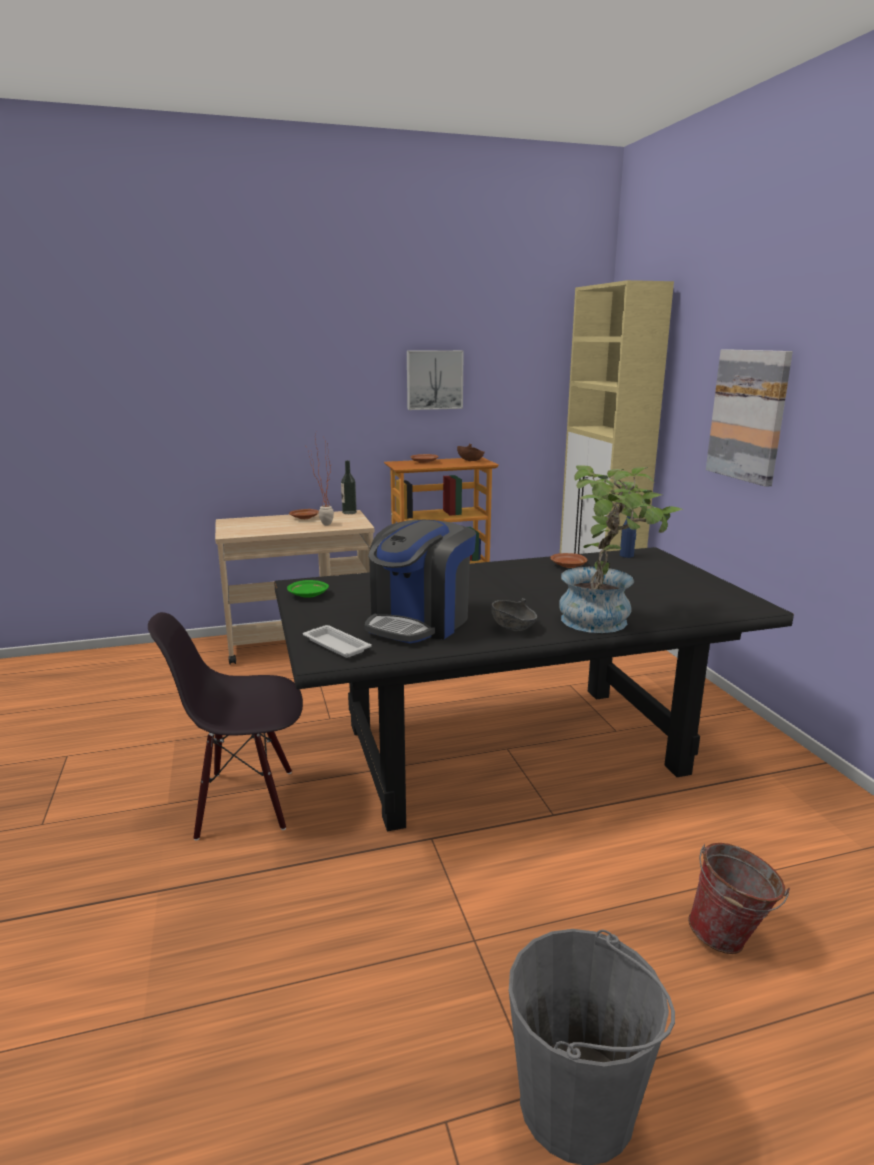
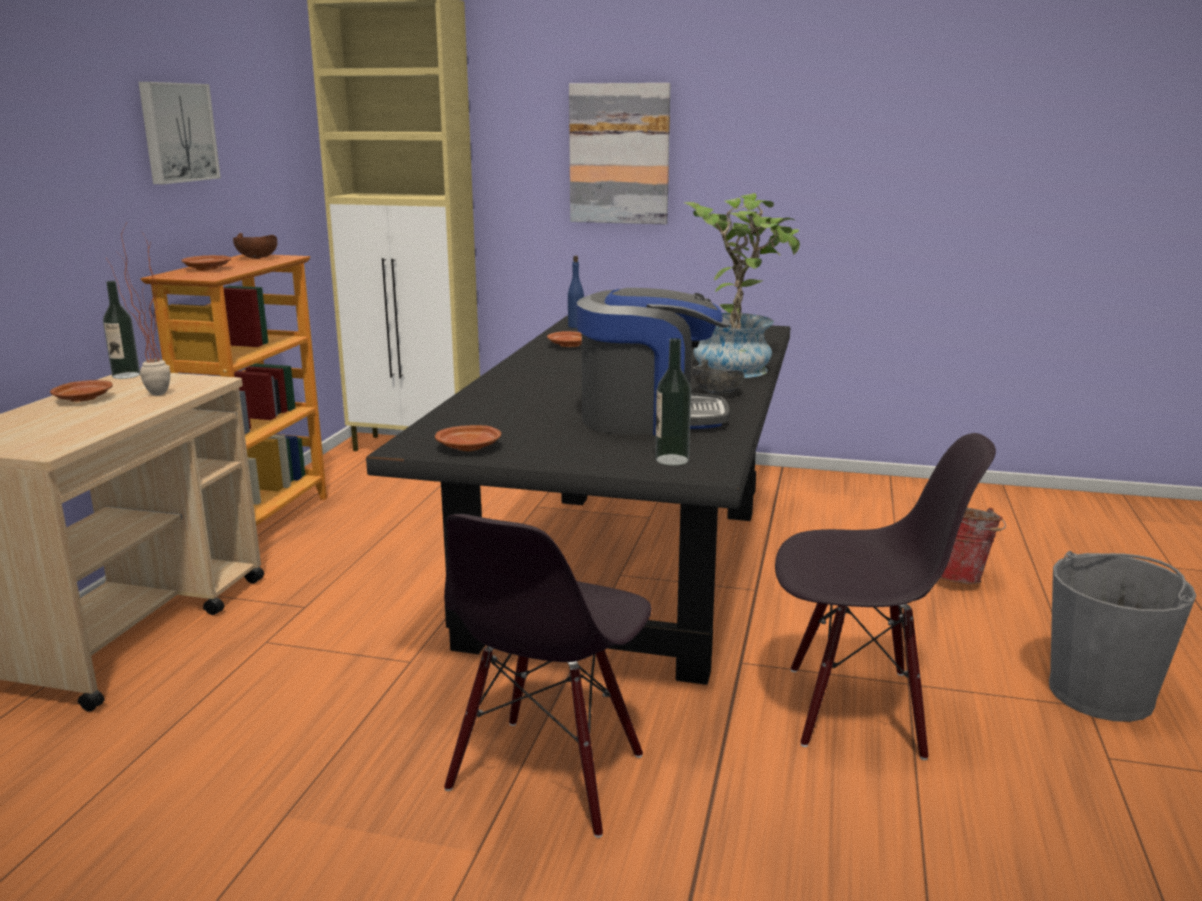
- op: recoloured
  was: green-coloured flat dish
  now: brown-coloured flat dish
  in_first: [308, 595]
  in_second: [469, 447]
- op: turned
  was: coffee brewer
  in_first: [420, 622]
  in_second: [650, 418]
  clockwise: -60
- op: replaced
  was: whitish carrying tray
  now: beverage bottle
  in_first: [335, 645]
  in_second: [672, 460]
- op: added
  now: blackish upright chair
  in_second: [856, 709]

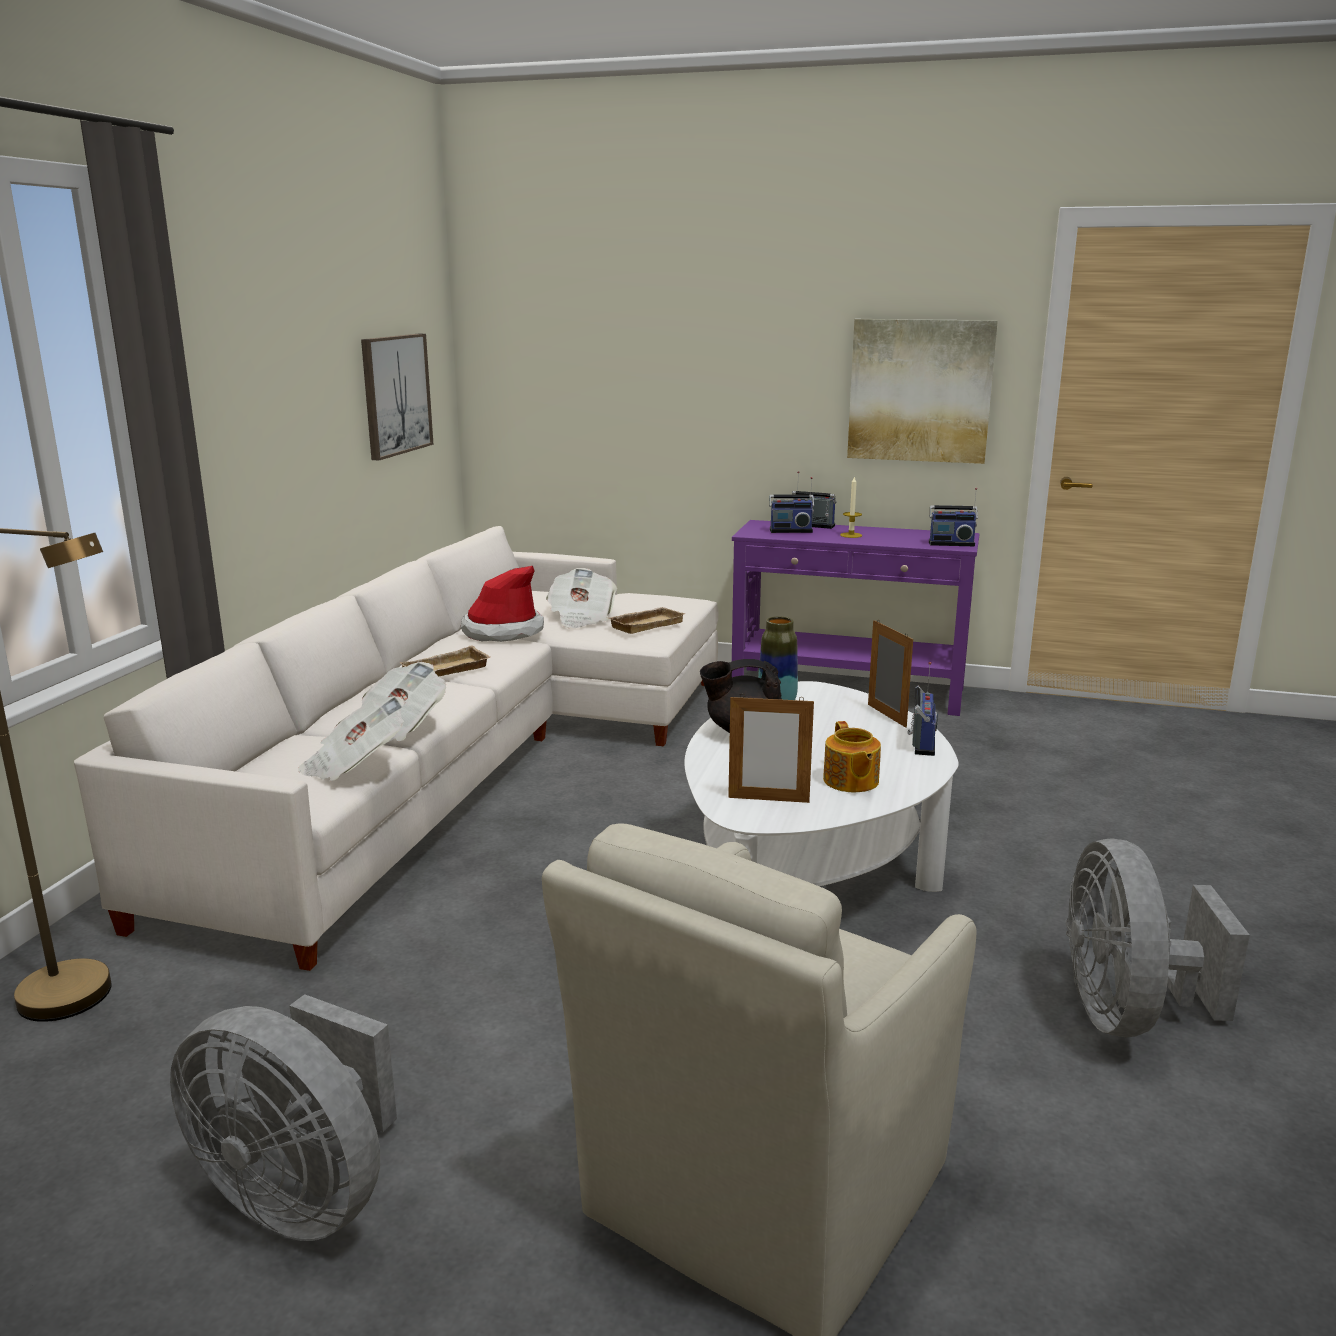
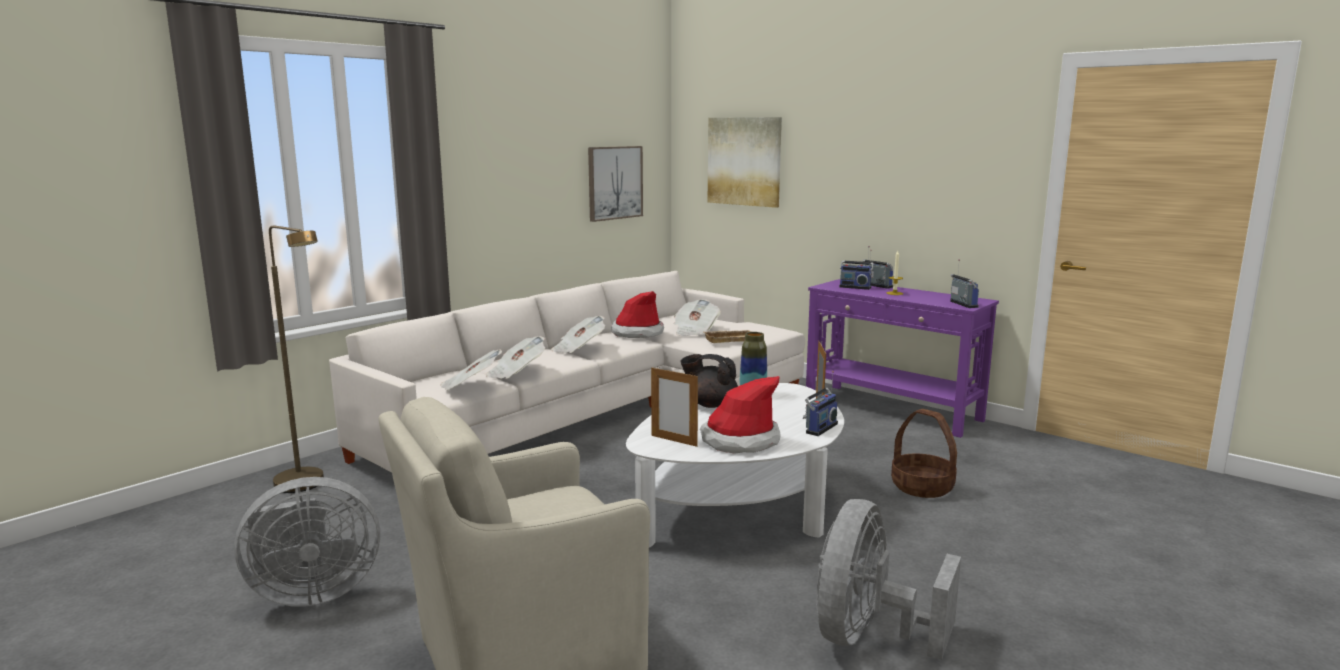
- op: turned
  was: gray cooling fan
  in_first: [303, 1195]
  in_second: [311, 593]
  clockwise: -75
- op: replaced
  was: beige carrying tray
  now: printed paper
  in_first: [445, 671]
  in_second: [578, 349]
- op: replaced
  was: teapot
  now: hat
  in_first: [850, 781]
  in_second: [740, 440]
- op: moved
  was: picture
  in_first: [920, 390]
  in_second: [744, 161]
- op: added
  now: basket
  in_second: [921, 487]
- op: turned
  was: radio receiver
  in_first: [951, 543]
  in_second: [962, 304]
  clockwise: -135

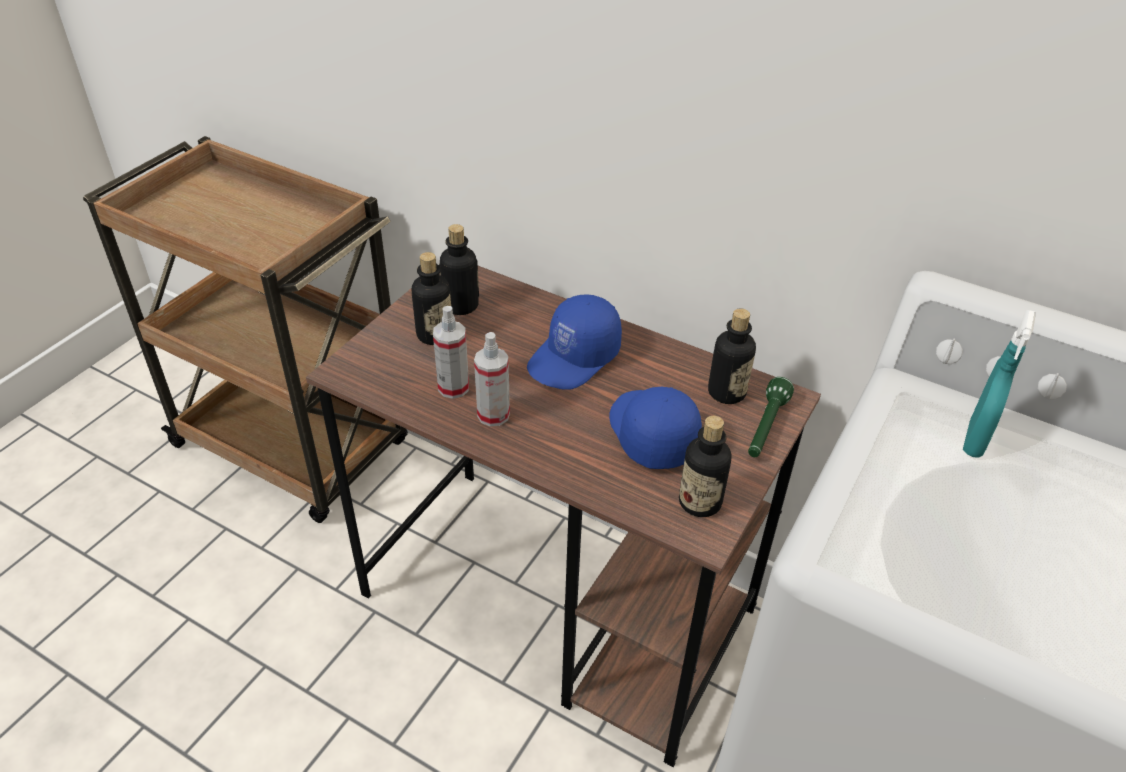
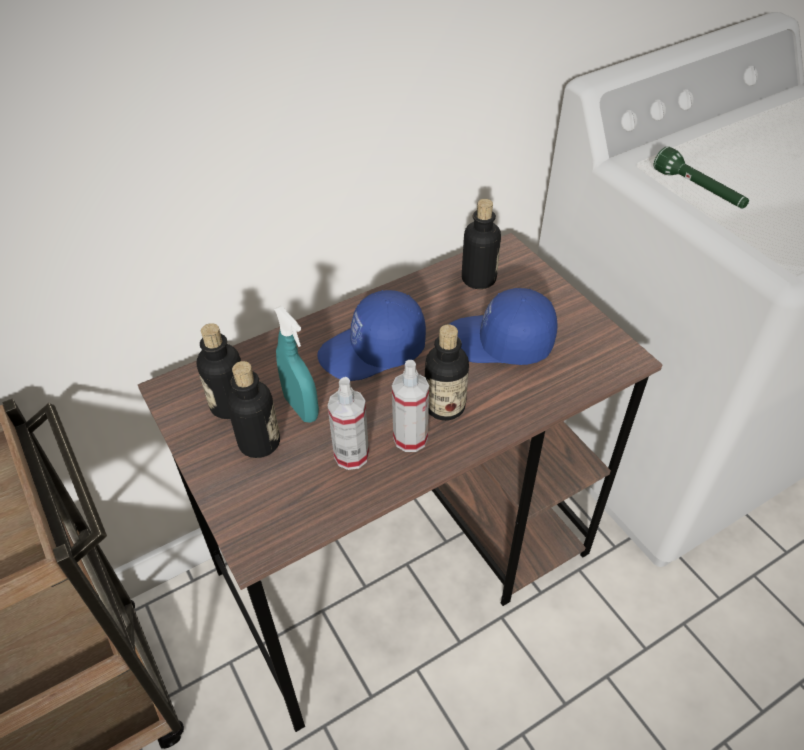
- op: moved
  was: turquoise hand sprayer
  in_first: [975, 440]
  in_second: [301, 408]
- op: turned
  was: bluish baseball cap
  in_first: [575, 358]
  in_second: [373, 351]
  clockwise: 90
- op: moved
  was: beverage bottle
  in_first: [700, 502]
  in_second: [444, 406]
- op: moved
  was: green-coloured hand torch
  in_first: [765, 428]
  in_second: [698, 191]

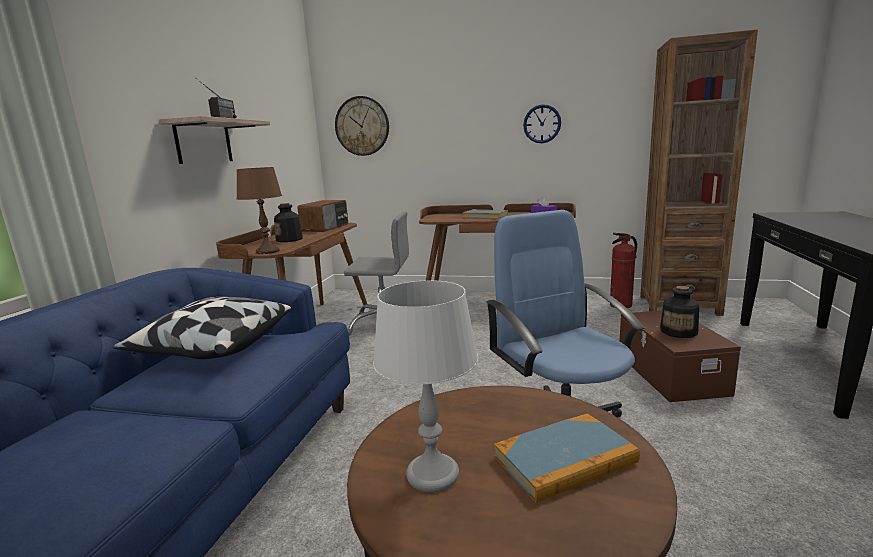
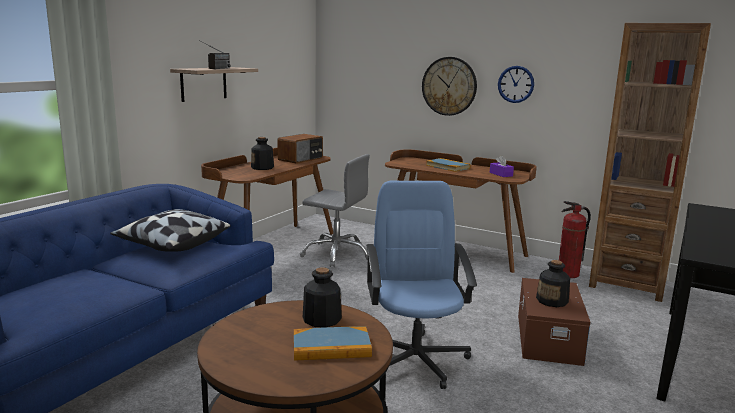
- op: added
  now: beverage bottle
  in_second: [321, 319]
- op: moved
  was: clock on the wall
  in_first: [362, 126]
  in_second: [449, 86]
- op: removed
  was: brown-coloured tabletop lamp
  in_first: [268, 251]
- op: removed
  was: gray tabletop lamp
  in_first: [432, 475]

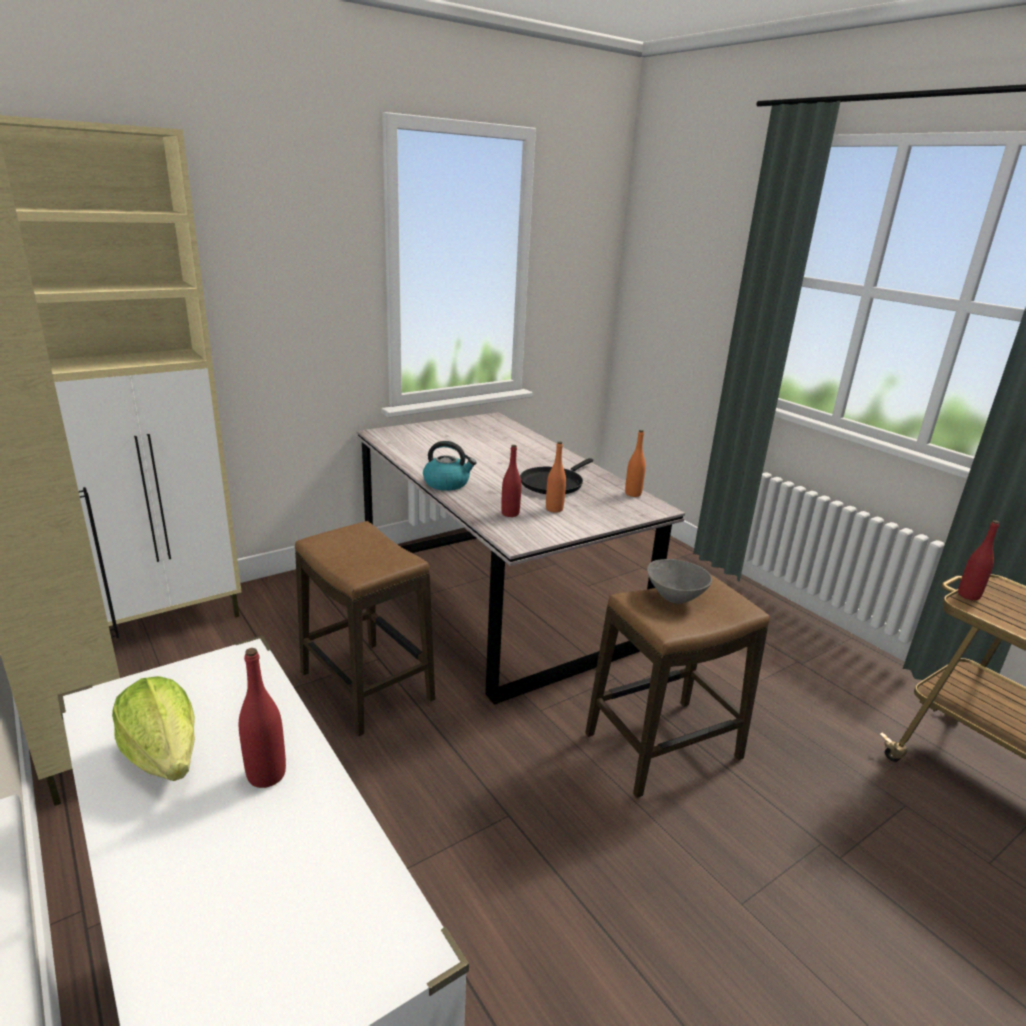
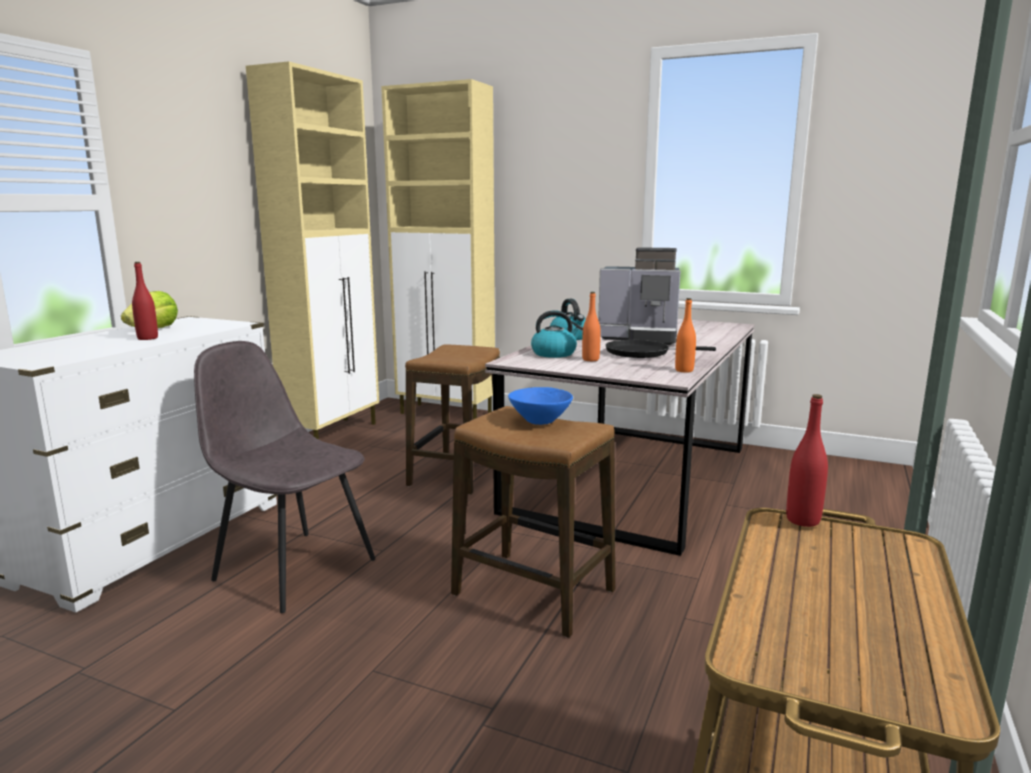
- op: added
  now: gray upright chair
  in_second: [292, 568]
- op: recoloured
  was: gray serving bowl
  now: bluish serving bowl
  in_first: [675, 596]
  in_second: [541, 421]
- op: replaced
  was: reddish beverage bottle
  now: water kettle
  in_first: [510, 513]
  in_second: [554, 353]
- op: added
  now: coffee brewer
  in_second: [641, 338]

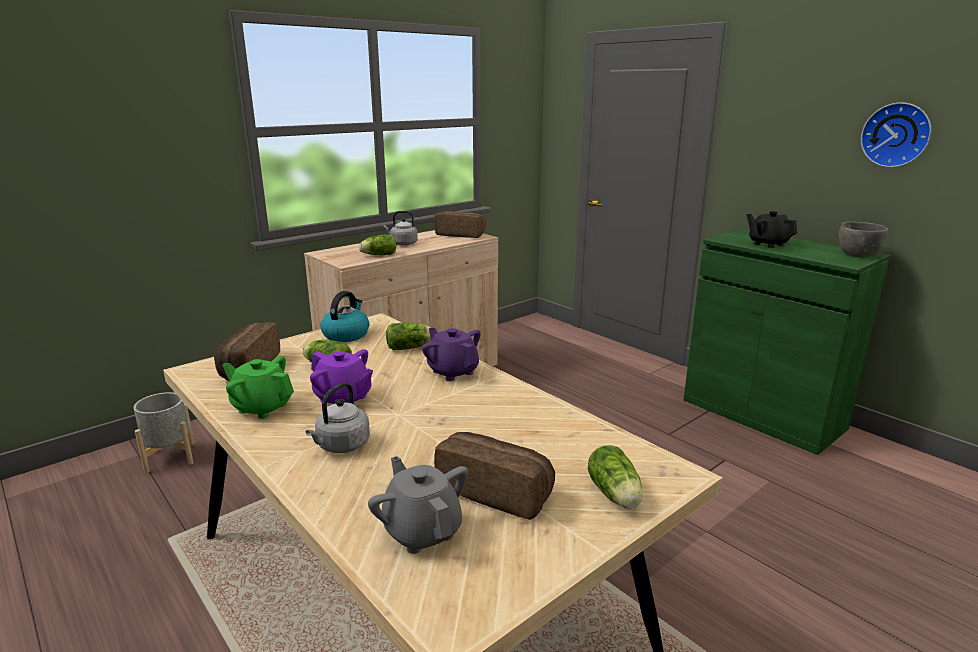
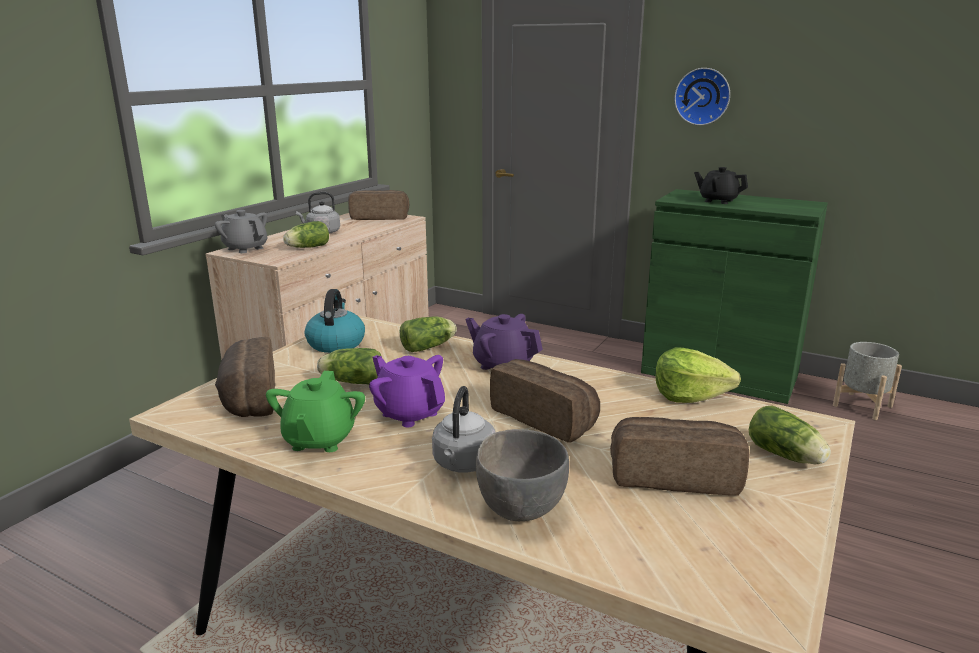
- op: moved
  was: gray teapot
  in_first: [422, 531]
  in_second: [245, 248]
- op: turned
  was: green-coloured teapot
  in_first: [262, 407]
  in_second: [319, 440]
  clockwise: -90
- op: turned
  was: purple-coloured teapot
  in_first: [343, 398]
  in_second: [409, 413]
  clockwise: -150
- op: moved
  was: gray serving bowl
  in_first: [857, 255]
  in_second: [521, 507]
- op: added
  now: baked bread
  in_second: [546, 418]
- op: added
  now: lettuce
  in_second: [689, 396]
- op: moved
  was: clock on the wall
  in_first: [896, 135]
  in_second: [703, 96]
- op: moved
  was: gray planter
  in_first: [169, 457]
  in_second: [862, 406]

